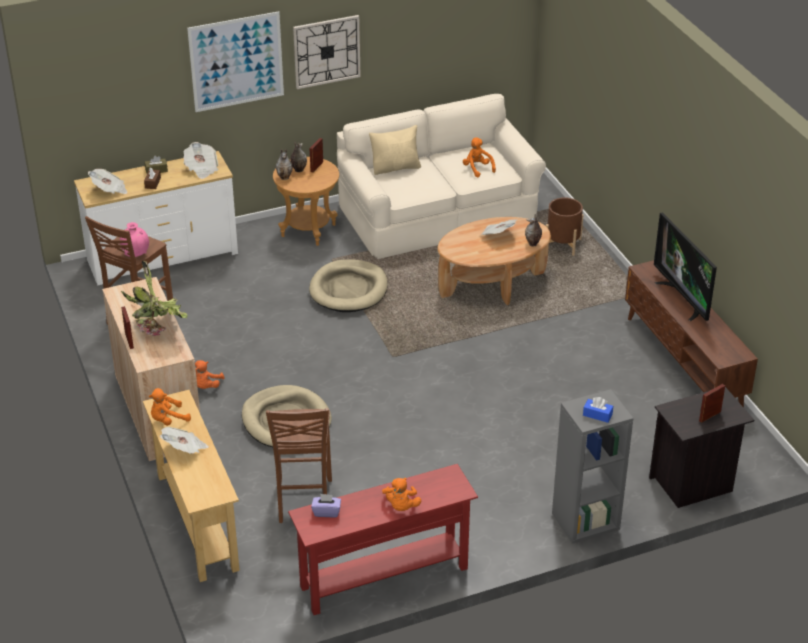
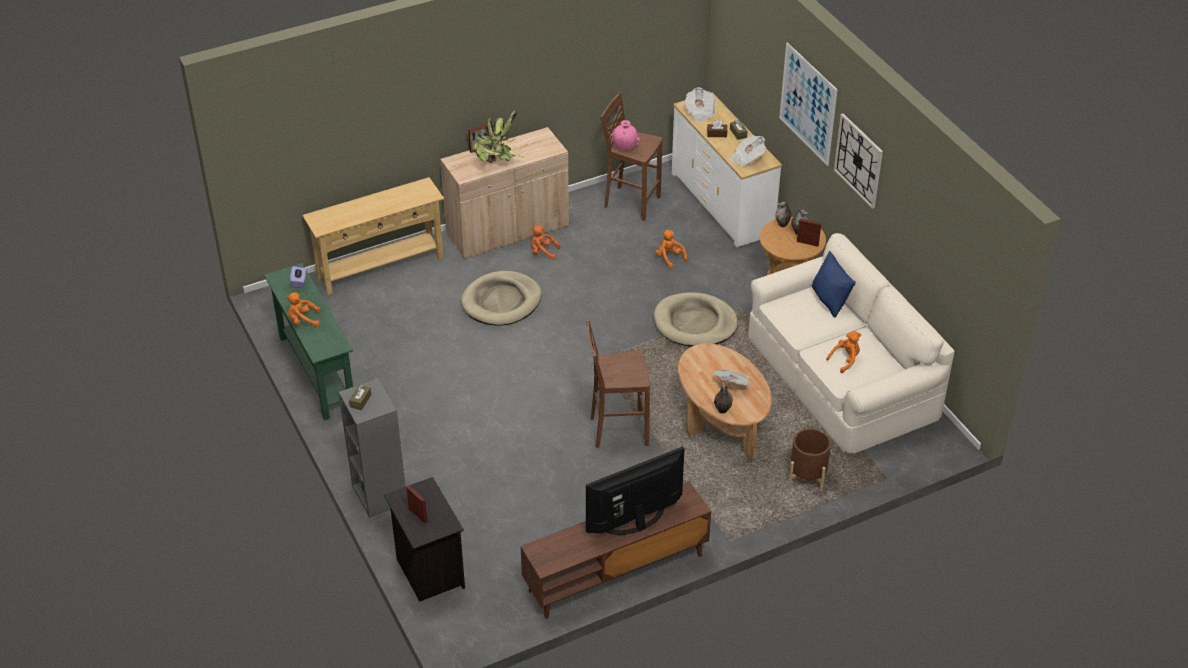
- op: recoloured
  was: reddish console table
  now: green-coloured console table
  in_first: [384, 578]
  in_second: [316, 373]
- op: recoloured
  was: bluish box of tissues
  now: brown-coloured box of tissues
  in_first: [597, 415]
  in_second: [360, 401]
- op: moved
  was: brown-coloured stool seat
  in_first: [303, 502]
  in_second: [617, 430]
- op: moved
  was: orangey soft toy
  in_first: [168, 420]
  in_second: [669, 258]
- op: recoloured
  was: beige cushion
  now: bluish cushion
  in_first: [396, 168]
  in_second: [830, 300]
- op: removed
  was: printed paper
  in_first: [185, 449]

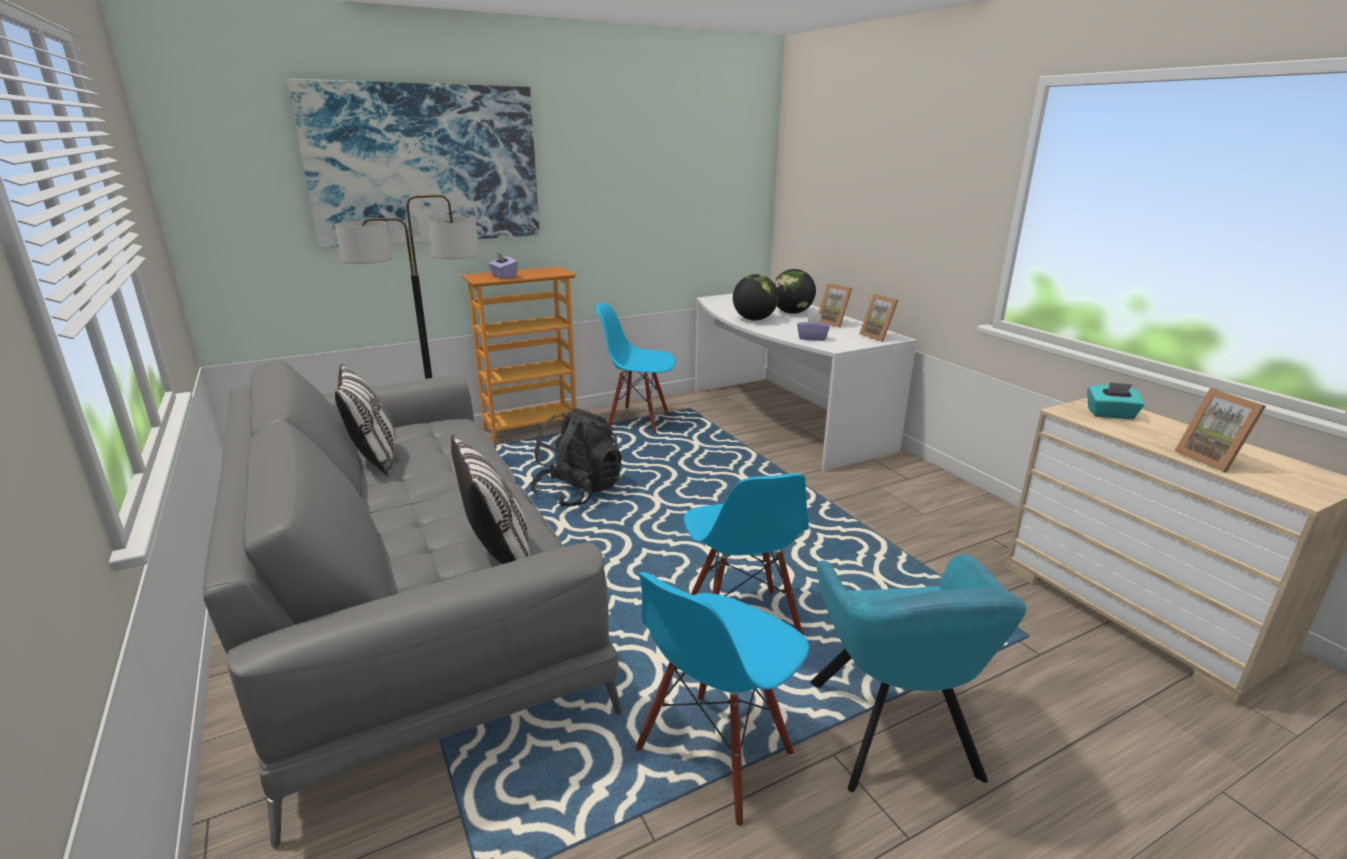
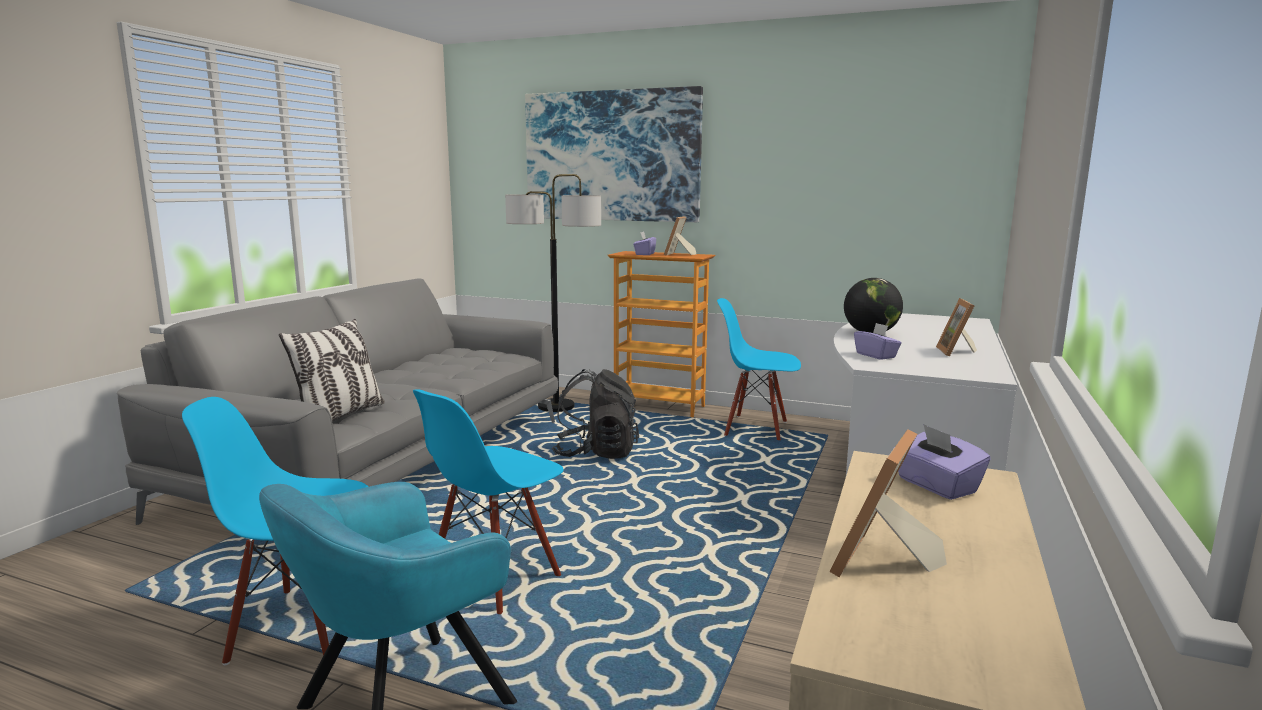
- op: moved
  was: photo frame
  in_first: [878, 337]
  in_second: [678, 254]
- op: turned
  was: bluish upright chair
  in_first: [638, 421]
  in_second: [756, 428]
  clockwise: -45
- op: recoloured
  was: turquoise box of tissues
  now: purple-coloured box of tissues
  in_first: [1110, 414]
  in_second: [936, 486]
- op: removed
  was: cushion
  in_first: [374, 458]
- op: removed
  was: world globe
  in_first: [792, 312]

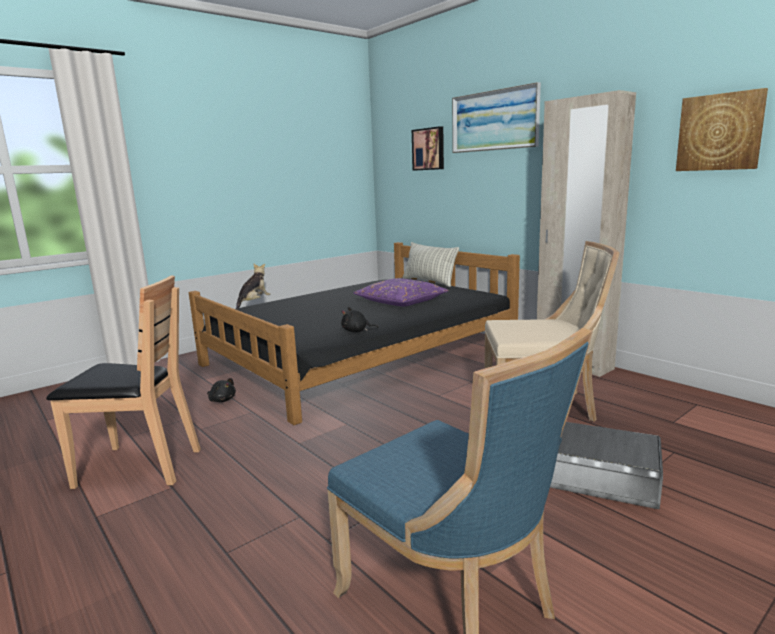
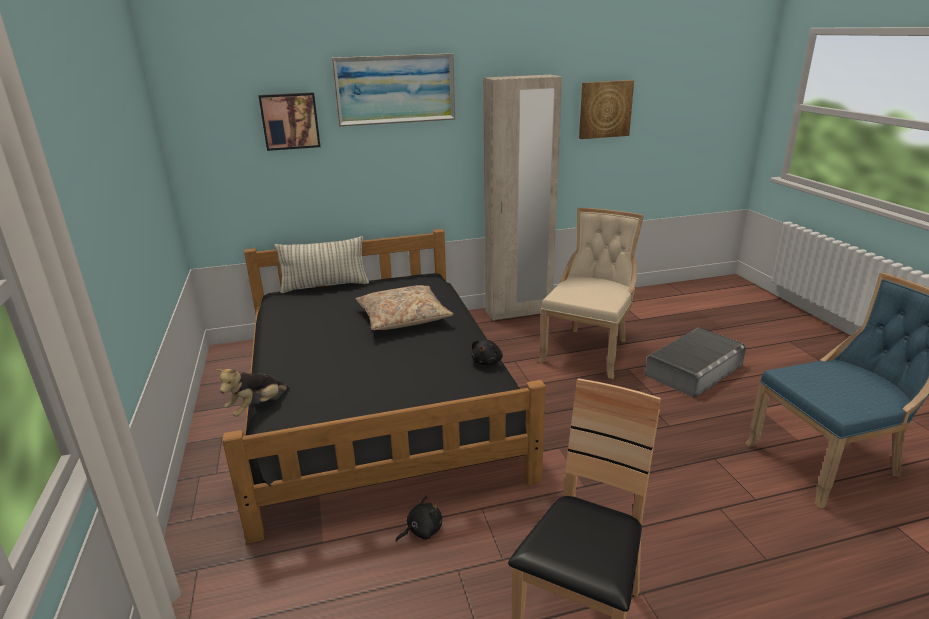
- op: turned
  was: soft toy
  in_first: [254, 303]
  in_second: [256, 407]
  clockwise: -105
- op: recoloured
  was: purple-coloured cushion
  now: beige cushion
  in_first: [401, 302]
  in_second: [403, 317]

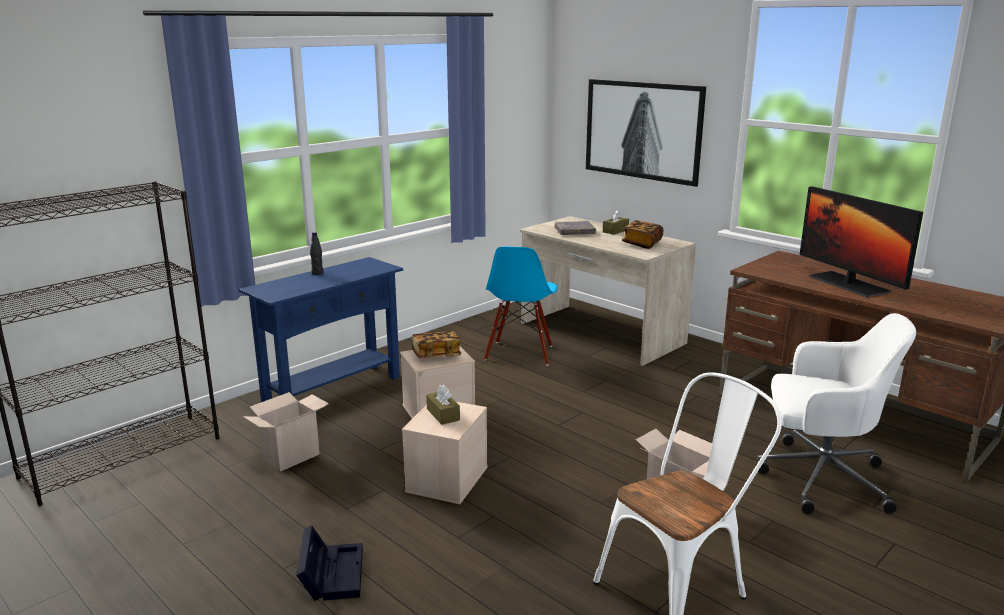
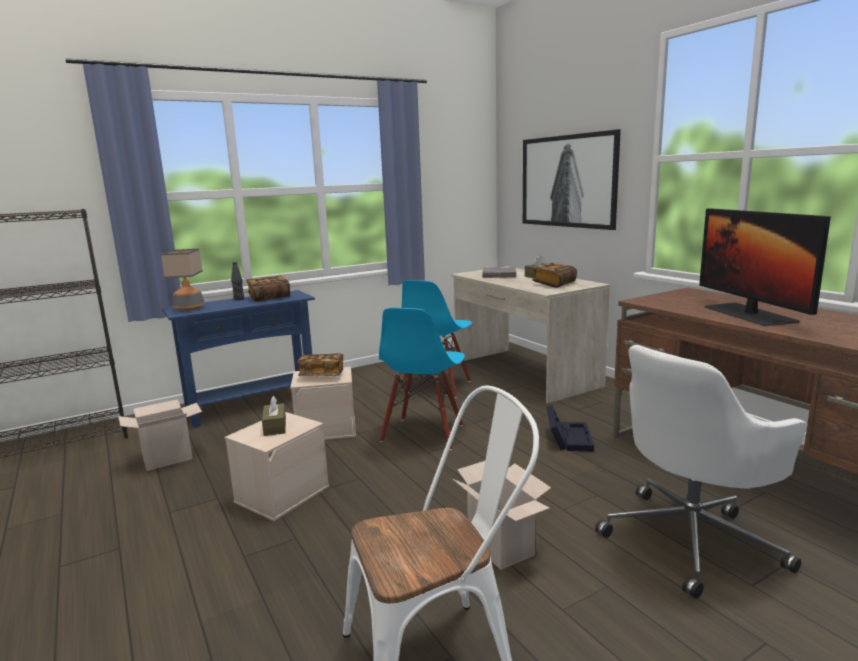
- op: added
  now: tabletop lamp
  in_second: [189, 308]
- op: added
  now: bound book
  in_second: [269, 297]
- op: added
  now: bluish upright chair
  in_second: [423, 433]
- op: moved
  was: blackish storage container
  in_first: [332, 573]
  in_second: [568, 438]
- op: turned
  was: whitish computer chair
  in_first: [819, 477]
  in_second: [692, 539]
  clockwise: 120

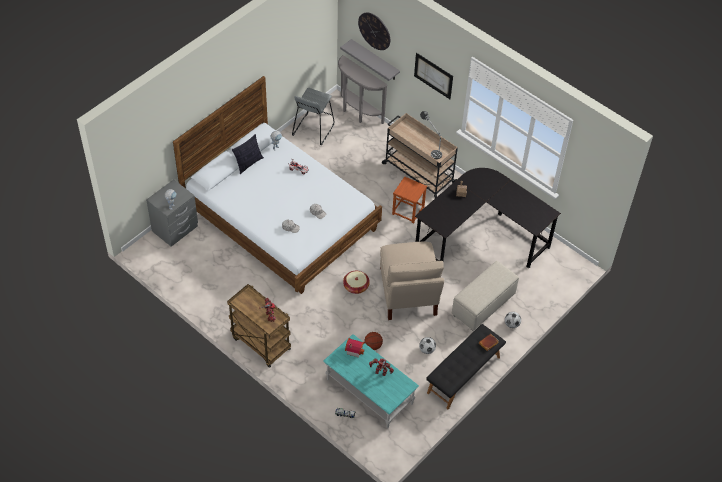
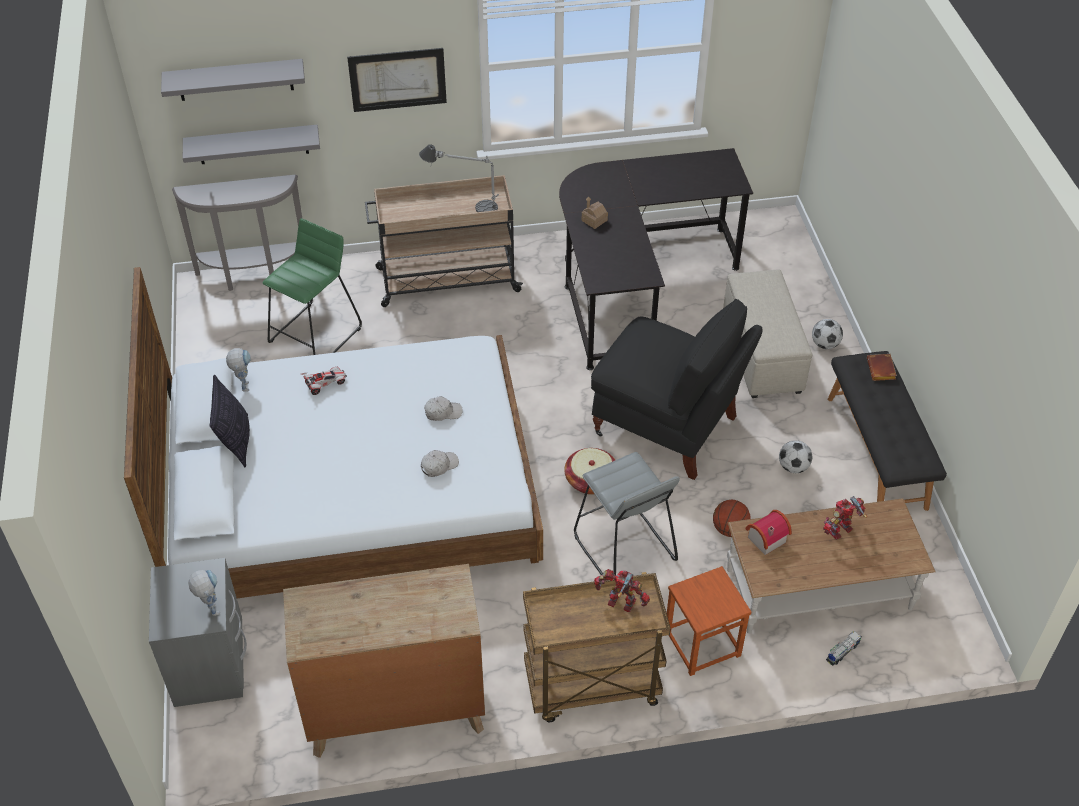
- op: replaced
  was: clock on the wall
  now: gray bracket shelf
  in_first: [374, 31]
  in_second: [235, 80]
- op: added
  now: green-coloured stool seat
  in_second: [315, 335]
- op: added
  now: brown-coloured dresser
  in_second: [395, 711]
- op: moved
  was: gray stool seat
  in_first: [313, 129]
  in_second: [623, 548]
- op: recoloured
  was: beige upright chair
  now: blackish upright chair
  in_first: [408, 295]
  in_second: [667, 427]
- op: moved
  was: brown-coloured stool seat
  in_first: [408, 210]
  in_second: [702, 643]
- op: recoloured
  was: turquoise low table
  now: brown-coloured low table
  in_first: [369, 391]
  in_second: [818, 589]

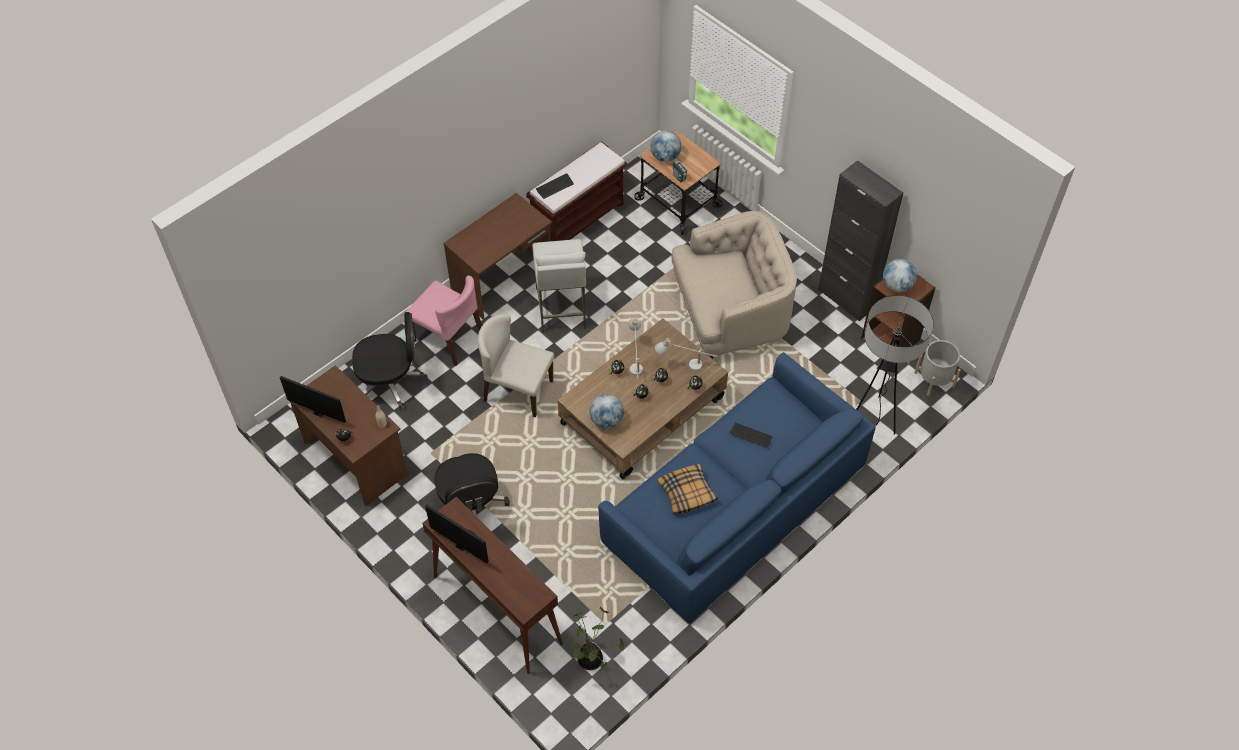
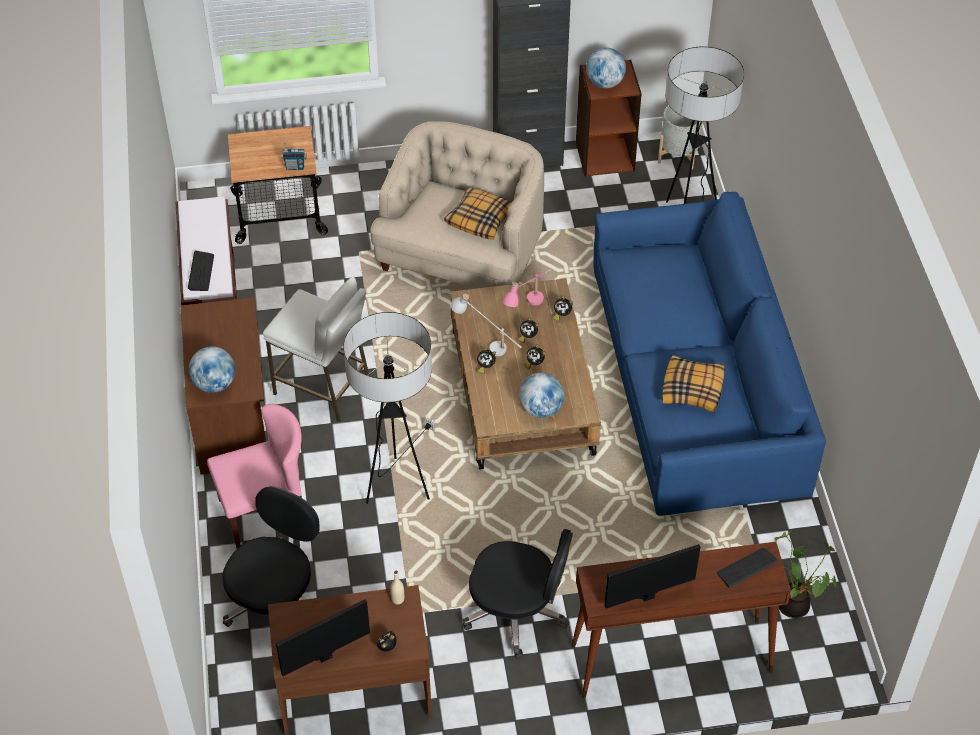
- op: moved
  was: world globe
  in_first: [665, 157]
  in_second: [214, 384]
- op: replaced
  was: beige upright chair
  now: standing lamp
  in_first: [517, 391]
  in_second: [398, 486]
- op: added
  now: cushion
  in_second: [480, 219]
- op: recoloured
  was: whitish tabletop lamp
  now: pink-coloured tabletop lamp
  in_first: [685, 365]
  in_second: [528, 307]
- op: moved
  was: keyboard
  in_first: [751, 435]
  in_second: [746, 568]

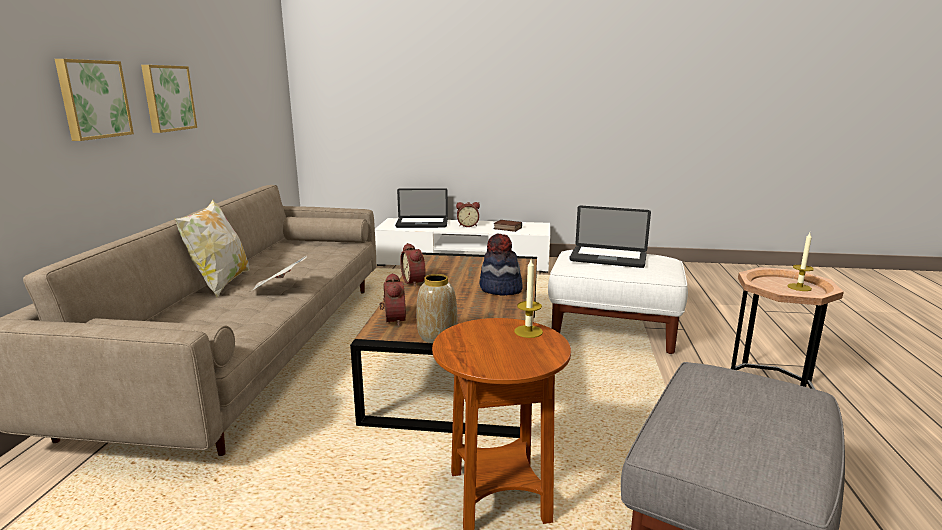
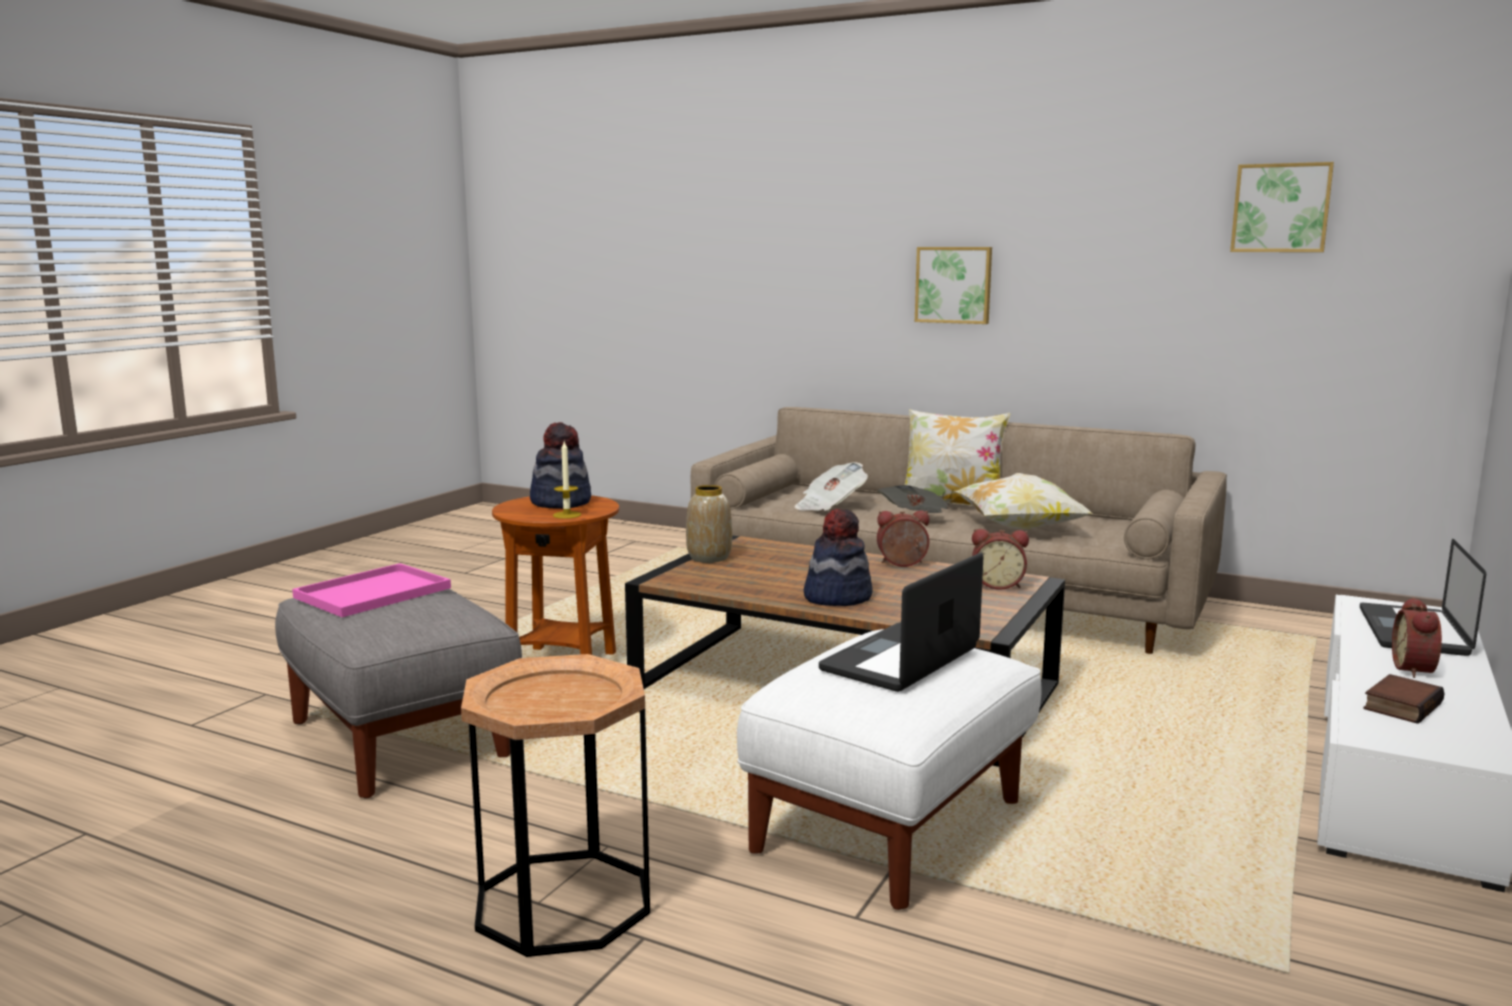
- op: added
  now: pink-coloured carrying tray
  in_second: [371, 593]
- op: added
  now: hat
  in_second: [561, 502]
- op: added
  now: printed paper
  in_second: [829, 506]
- op: added
  now: cushion
  in_second: [1019, 529]
- op: moved
  was: alarm clock
  in_first: [392, 320]
  in_second: [997, 585]
- op: moved
  was: picture
  in_first: [167, 98]
  in_second: [1281, 208]
- op: removed
  was: wax candle
  in_first: [799, 287]

